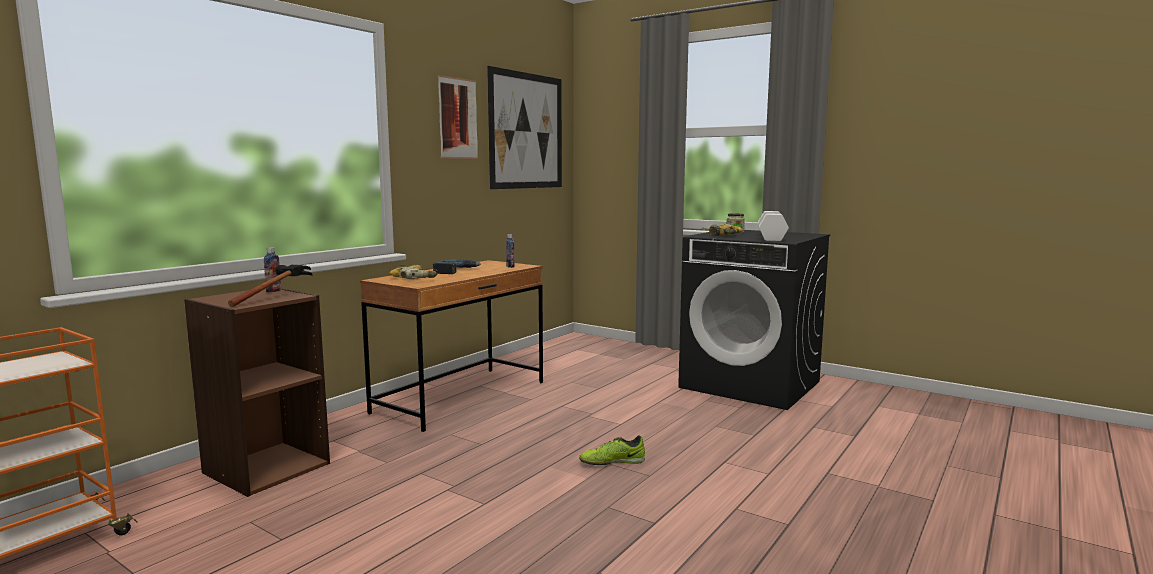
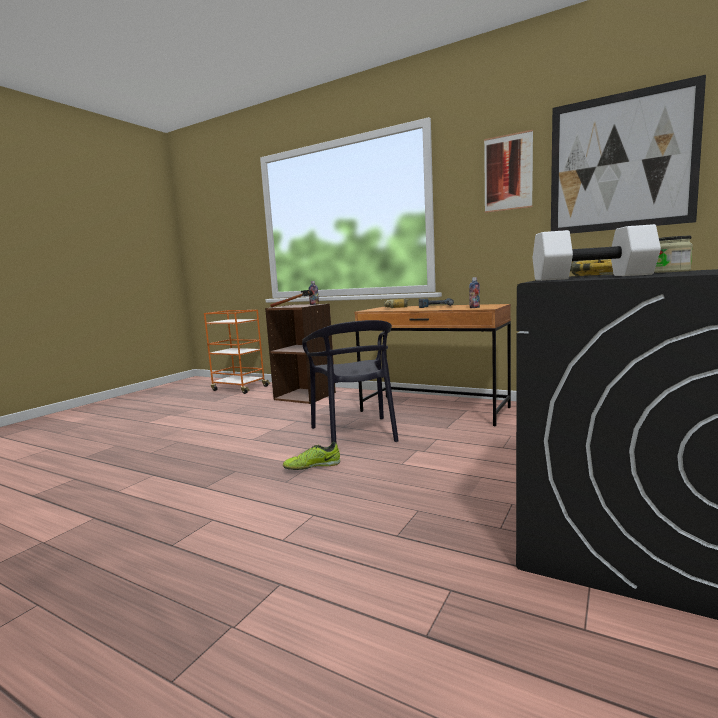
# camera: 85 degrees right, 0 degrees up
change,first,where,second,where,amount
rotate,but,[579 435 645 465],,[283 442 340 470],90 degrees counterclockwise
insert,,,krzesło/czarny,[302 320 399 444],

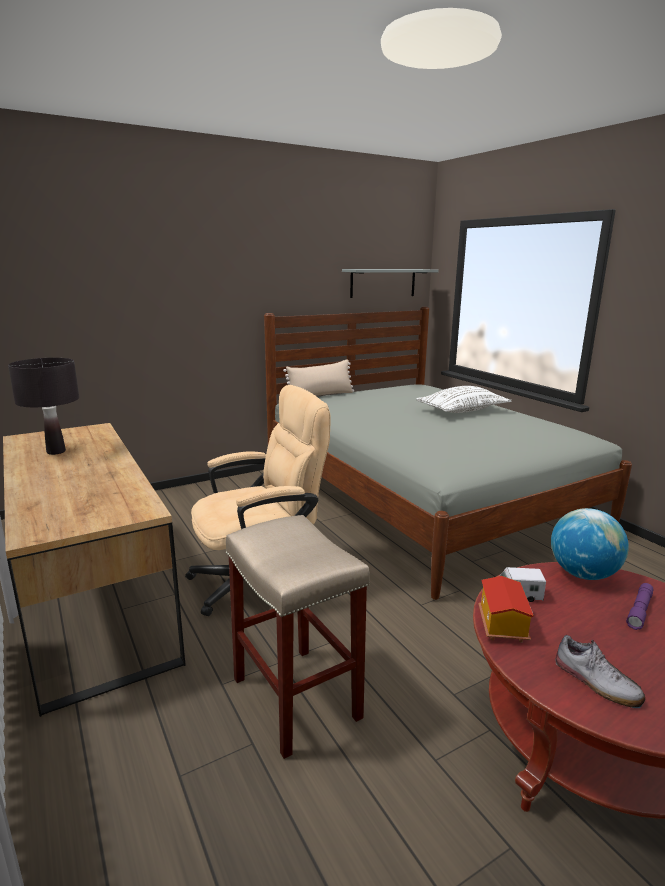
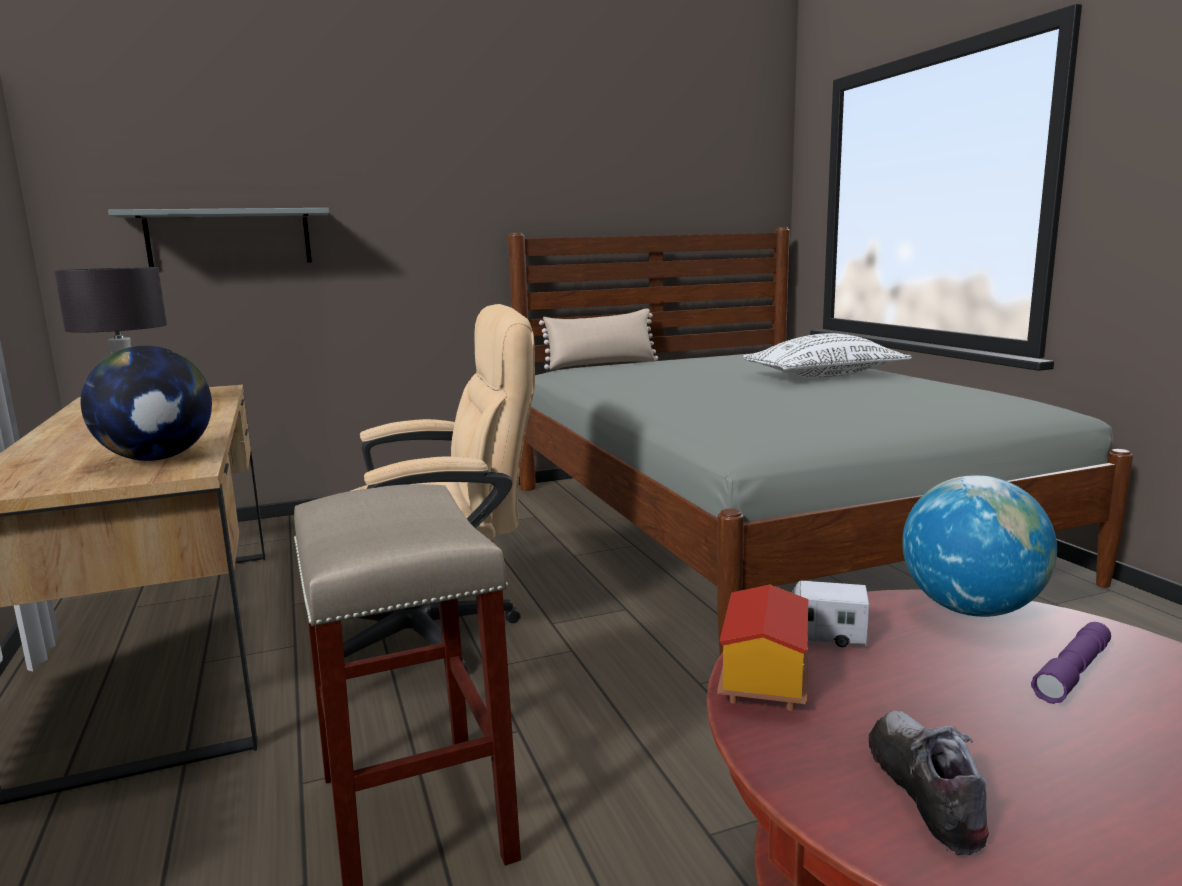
# camera: 10 degrees right, 5 degrees down
change,first,where,second,where,amount
move,półka/szary,[342 269 438 298],,[108 208 329 267],
rotate,but,[555 635 645 708],,[869 710 989 855],150 degrees counterclockwise
insert,,,globus,[81 346 212 461],

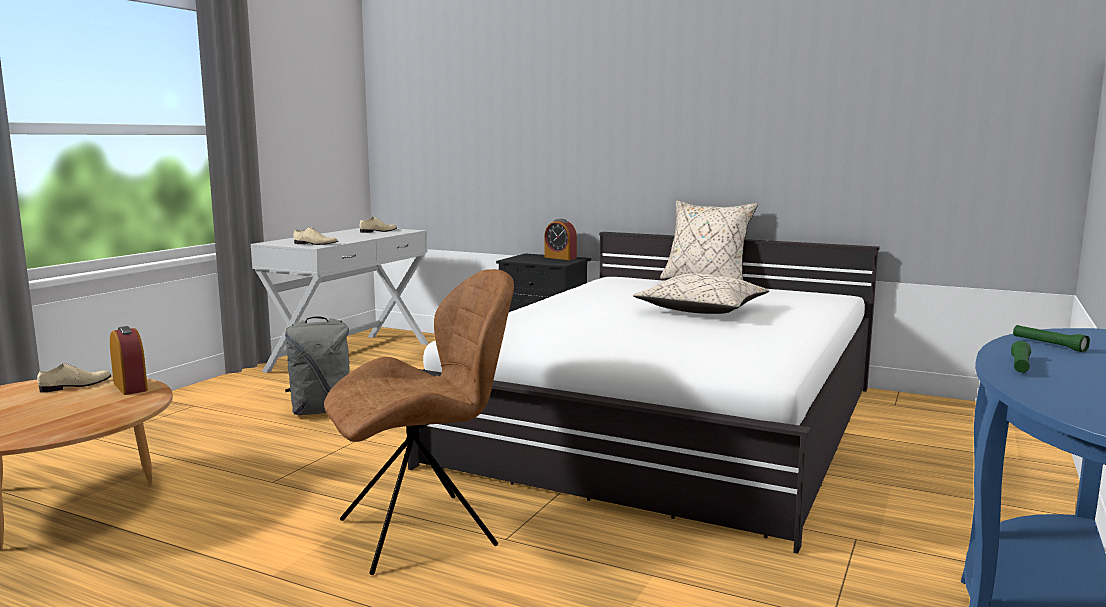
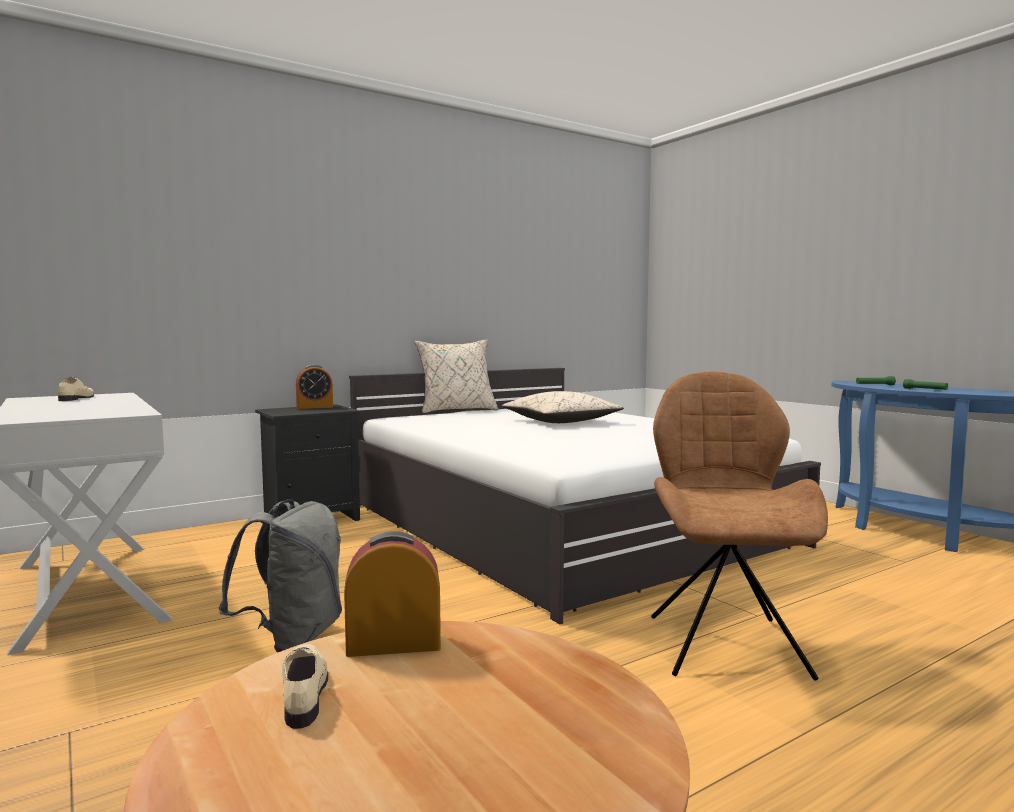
# camera: 60 degrees left, 5 degrees down
change,first,where,second,where,amount
delete,but/beżowy,[294 227 338 245],,,

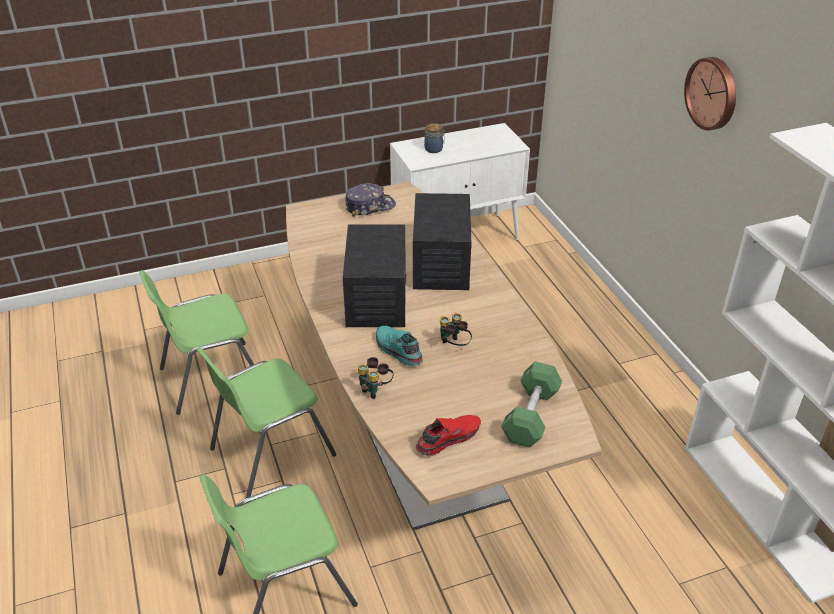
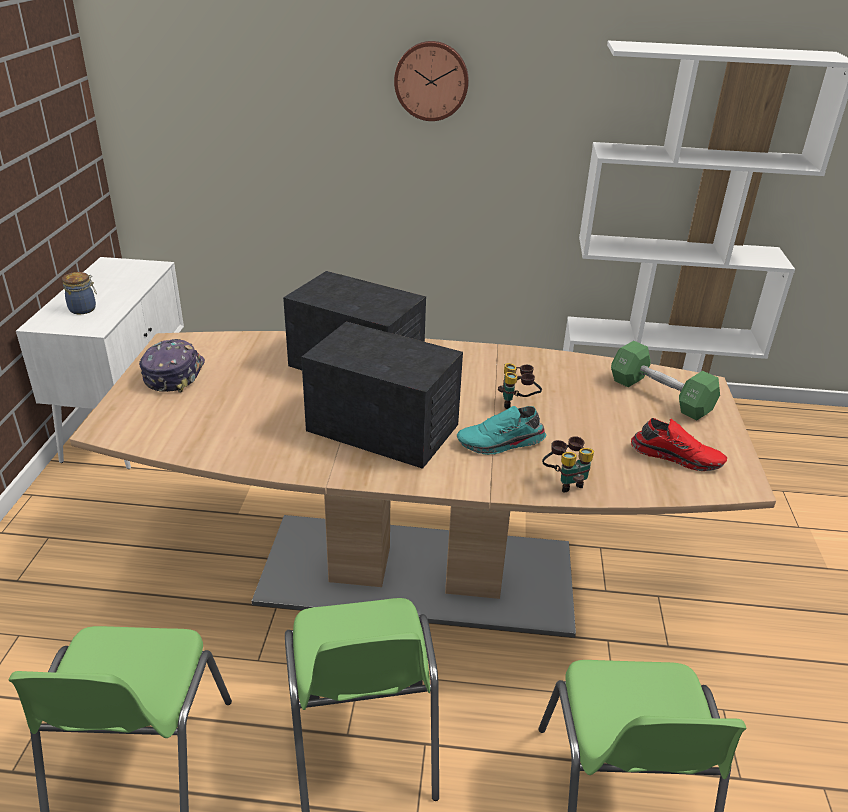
# camera: 65 degrees left, 5 degrees down
change,first,where,second,where,amount
rotate,but/czerwony,[416 415 481 456],,[631 418 727 471],120 degrees clockwise

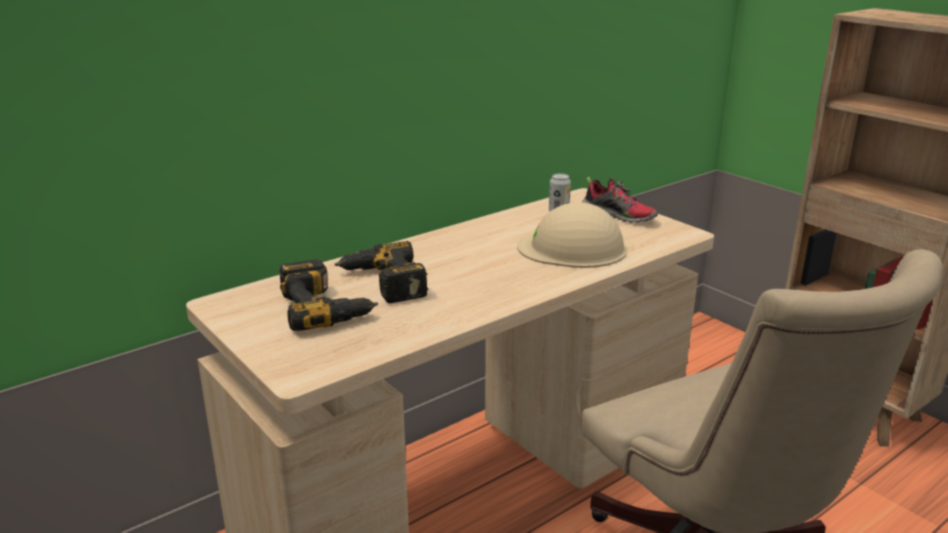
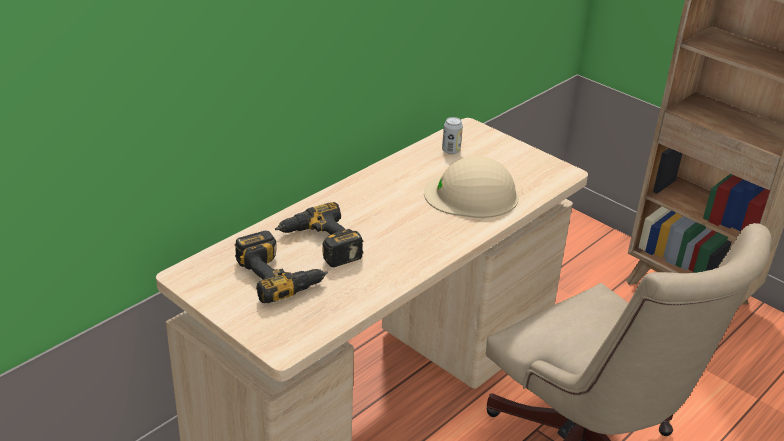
# camera: 10 degrees left, 10 degrees up
change,first,where,second,where,amount
delete,but,[582 176 658 223],,,

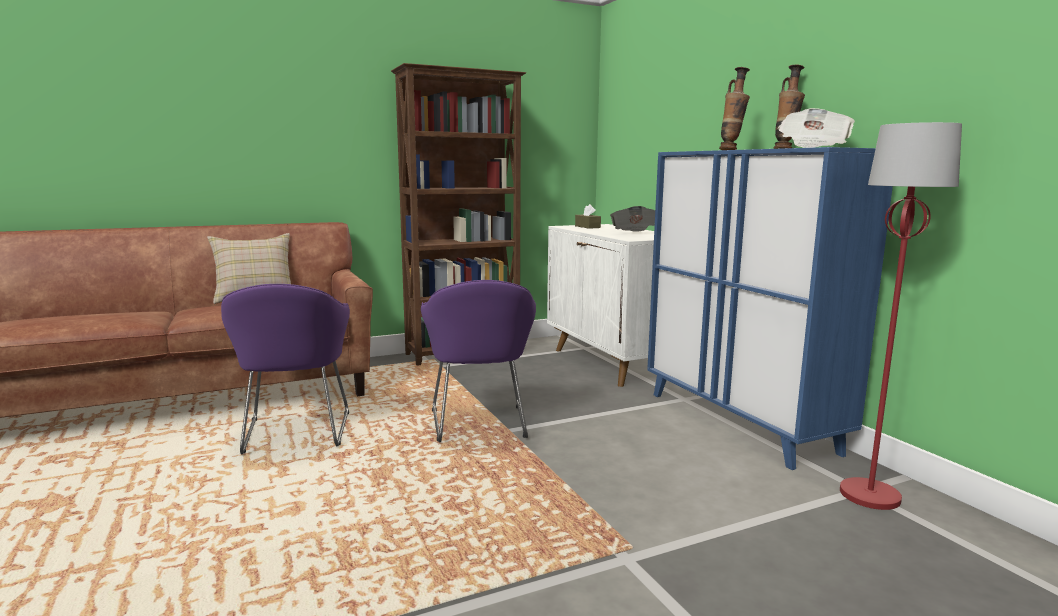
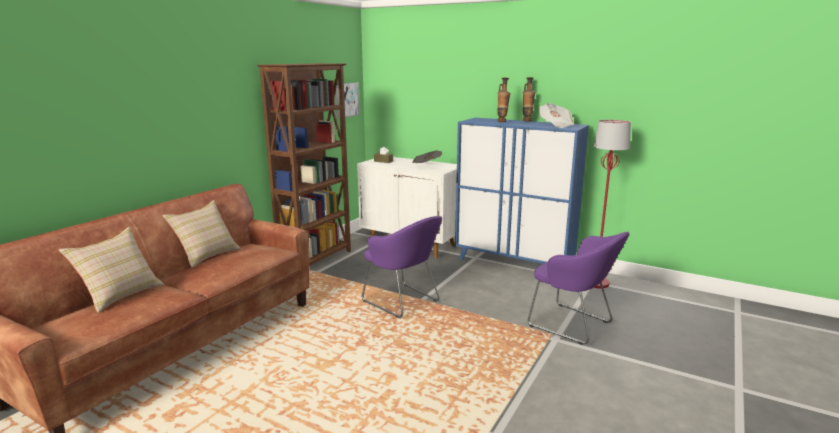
# camera: 35 degrees left, 5 degrees up
change,first,where,second,where,amount
move,fotel/fioletowy,[221 284 350 455],,[528 232 629 345],
insert,,,obraz,[336 82 359 118],
insert,,,poduszka/beżowy,[59 227 164 313],

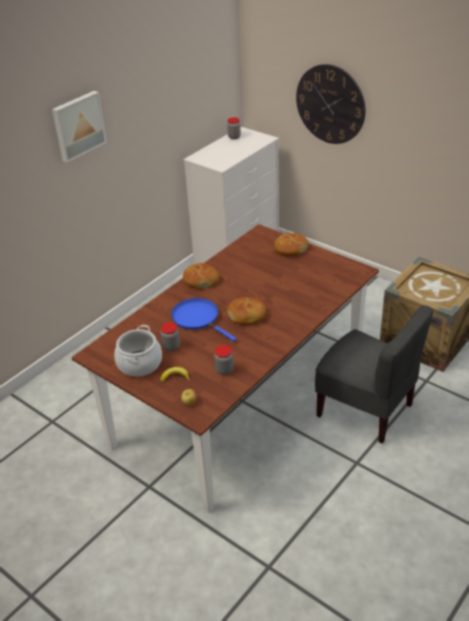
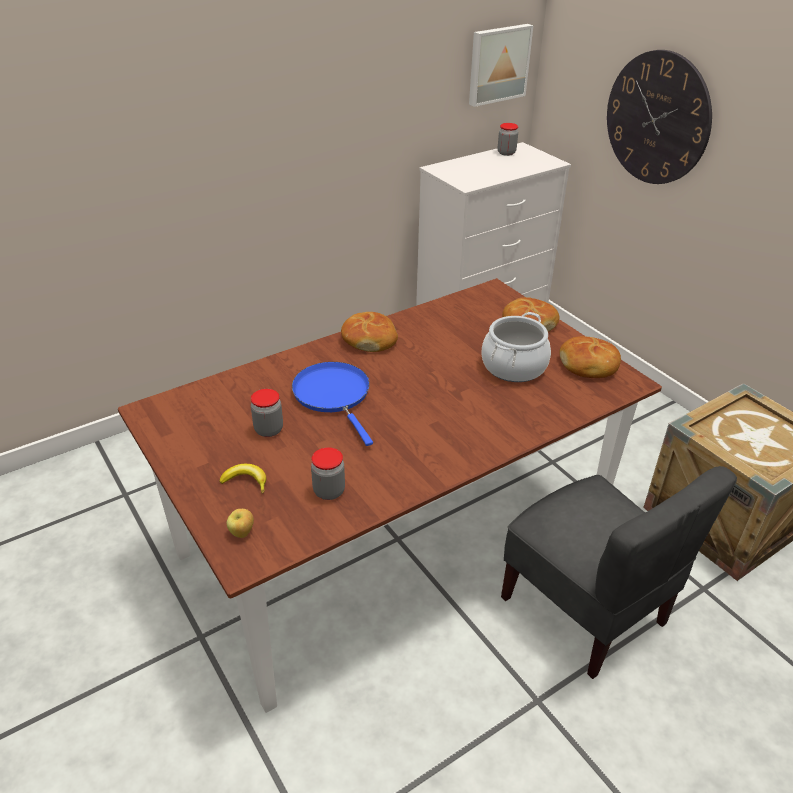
# camera: 15 degrees right, 0 degrees up
change,first,where,second,where,amount
move,obraz,[52 91 107 162],,[469 24 533 107],
move,chleb,[227 297 266 325],,[559 336 621 378],
move,garnek,[114 325 162 377],,[482 312 551 382],

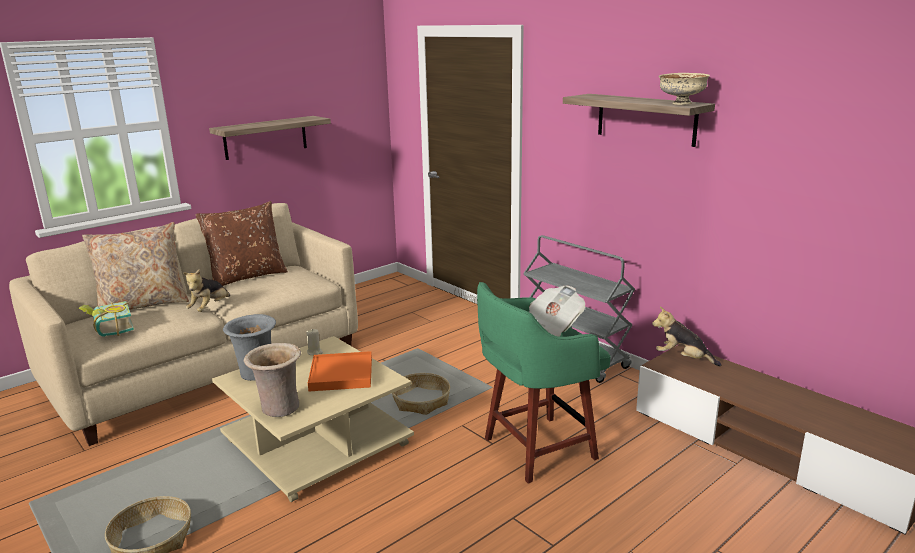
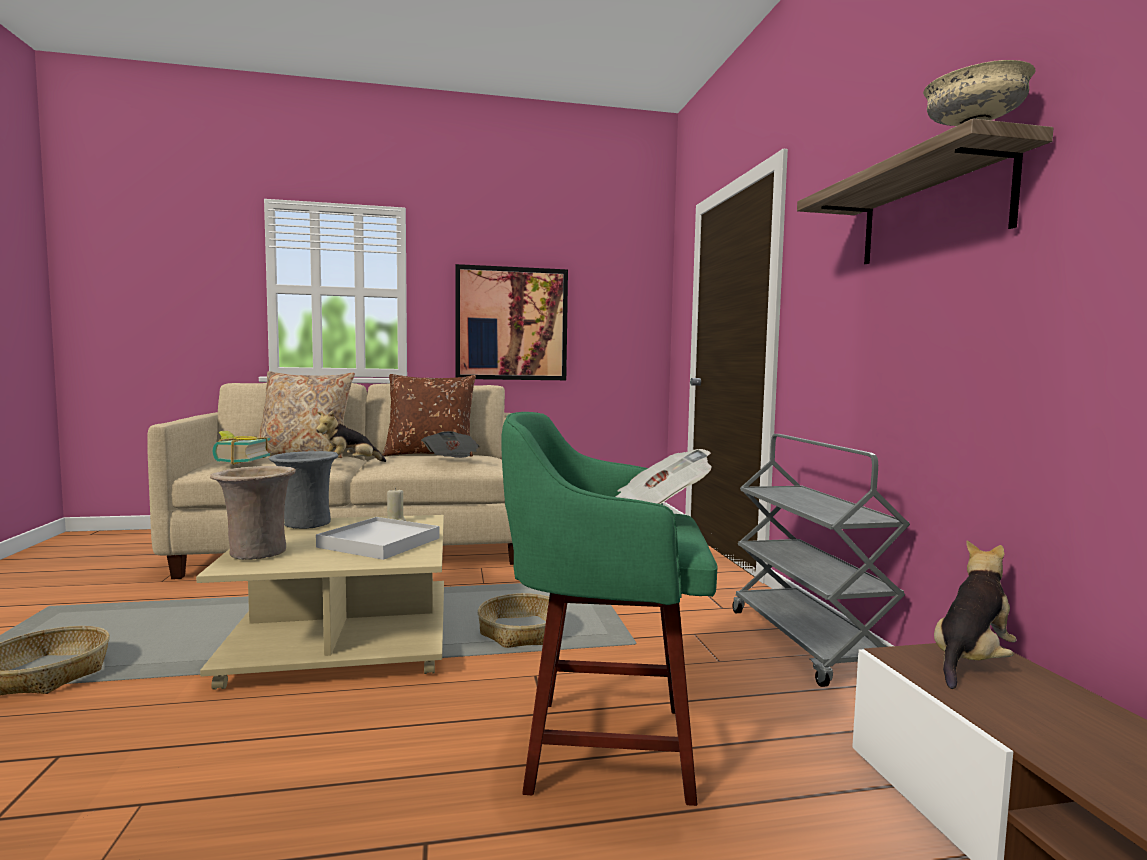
# camera: 30 degrees right, 15 degrees down
change,first,where,second,where,amount
replace,półka,[209 116 331 160],obraz,[455 264 568 380],
rotate,pluszak,[652 307 721 366],,[934 540 1017 689],75 degrees clockwise
recolor,taca/pomarańczowy,[308 351 372 391],taca/biały,[316 517 440 560],
insert,,,gazeta,[422 431 479 458],

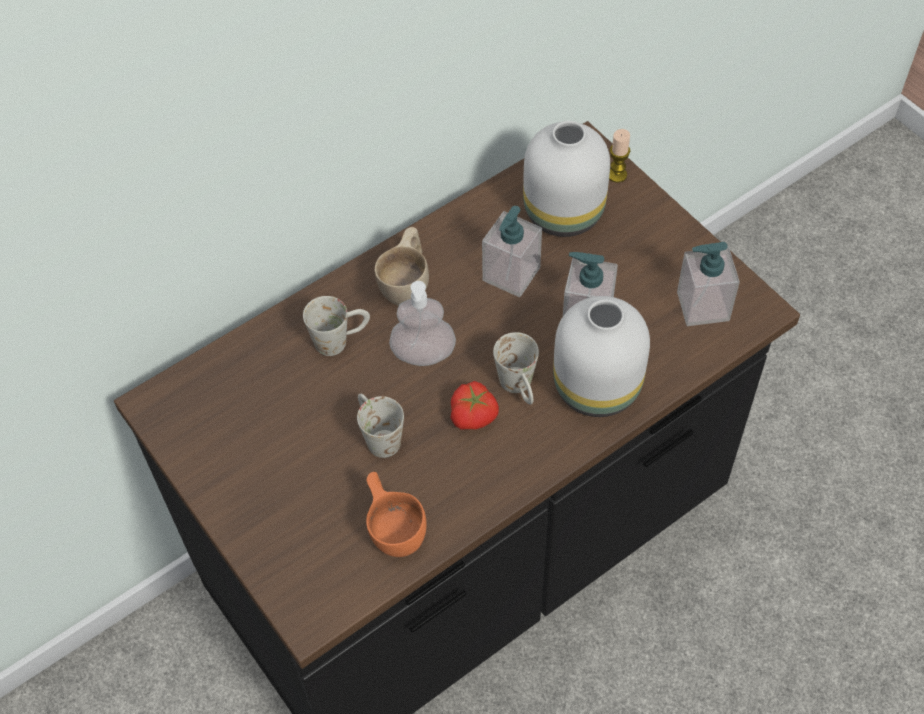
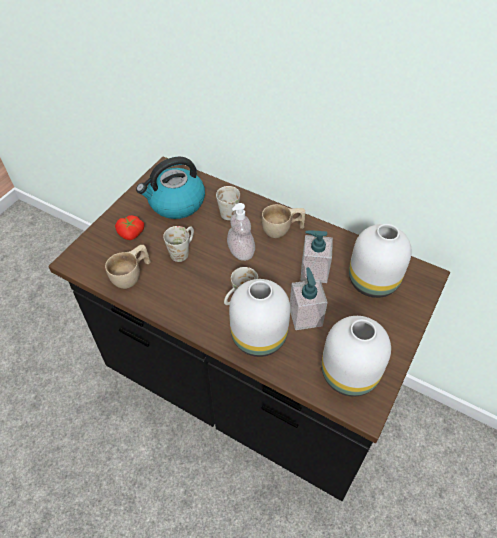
# camera: 65 degrees right, 5 degrees down
change,first,where,second,where,amount
delete,świeca,[609 129 630 183],,,
replace,dozownik mydła,[677 242 740 326],wazon/biały,[321 316 391 397],
move,pomidor,[450 381 499 430],,[115 215 144 240],
recolor,filiżanka/pomarańczowy,[366 472 427 557],filiżanka/beżowy,[105 245 151 289],
insert,,,czajnik,[136 157 205 219],

